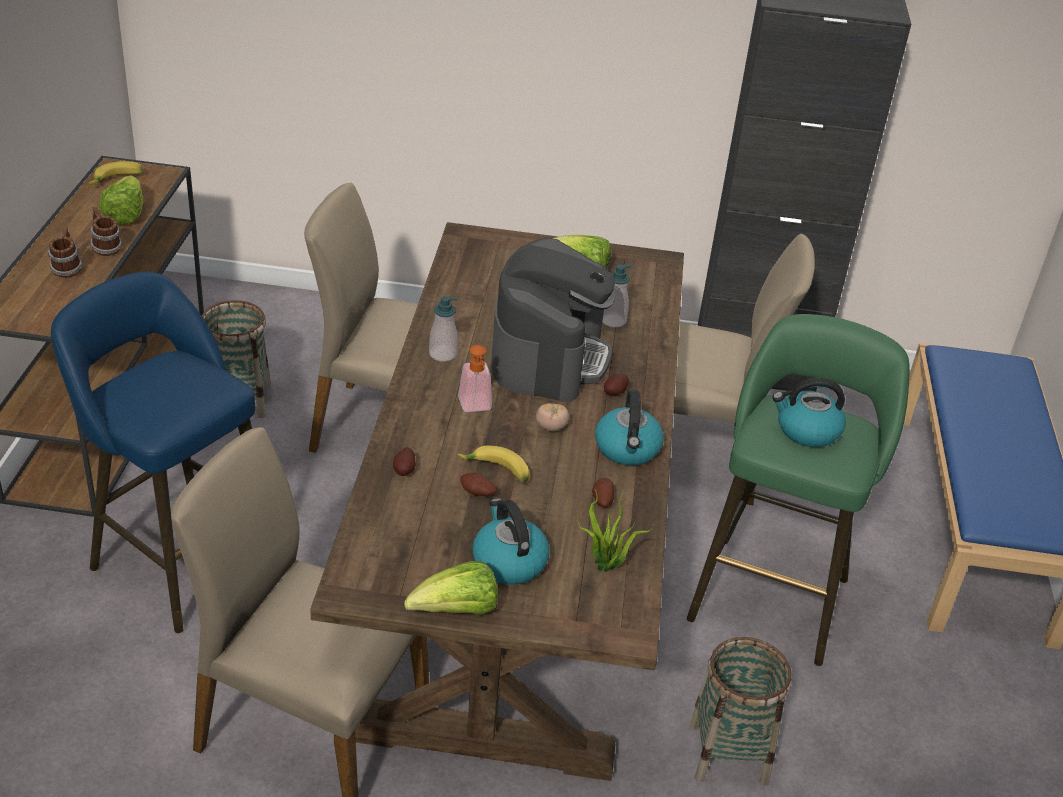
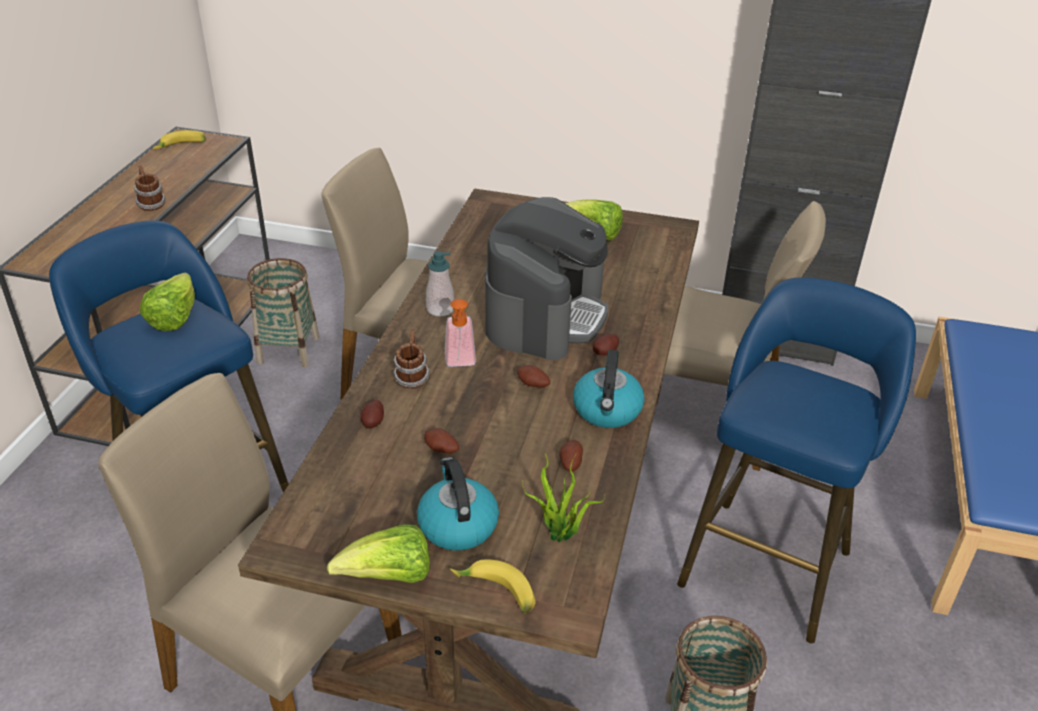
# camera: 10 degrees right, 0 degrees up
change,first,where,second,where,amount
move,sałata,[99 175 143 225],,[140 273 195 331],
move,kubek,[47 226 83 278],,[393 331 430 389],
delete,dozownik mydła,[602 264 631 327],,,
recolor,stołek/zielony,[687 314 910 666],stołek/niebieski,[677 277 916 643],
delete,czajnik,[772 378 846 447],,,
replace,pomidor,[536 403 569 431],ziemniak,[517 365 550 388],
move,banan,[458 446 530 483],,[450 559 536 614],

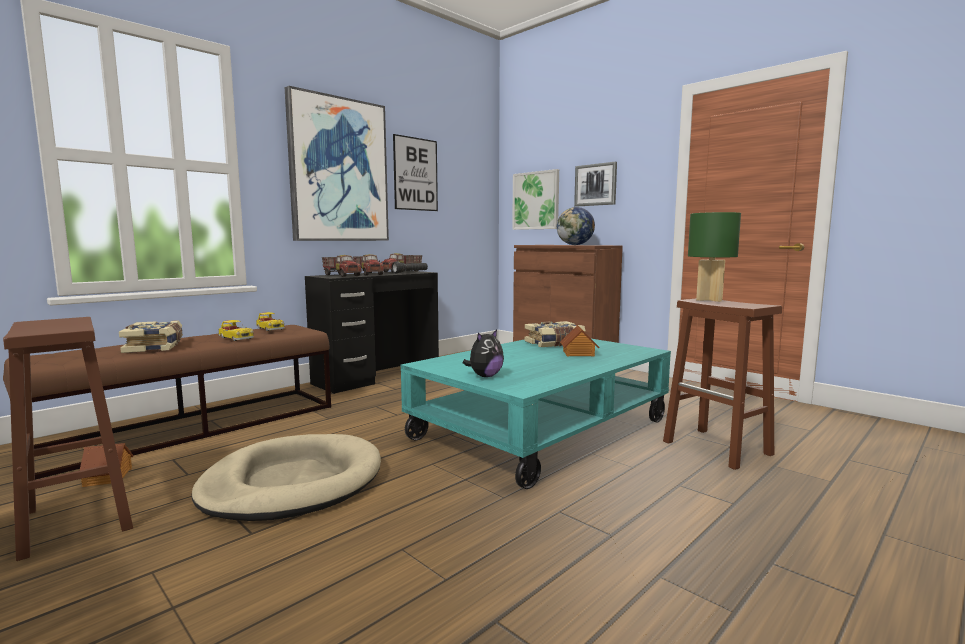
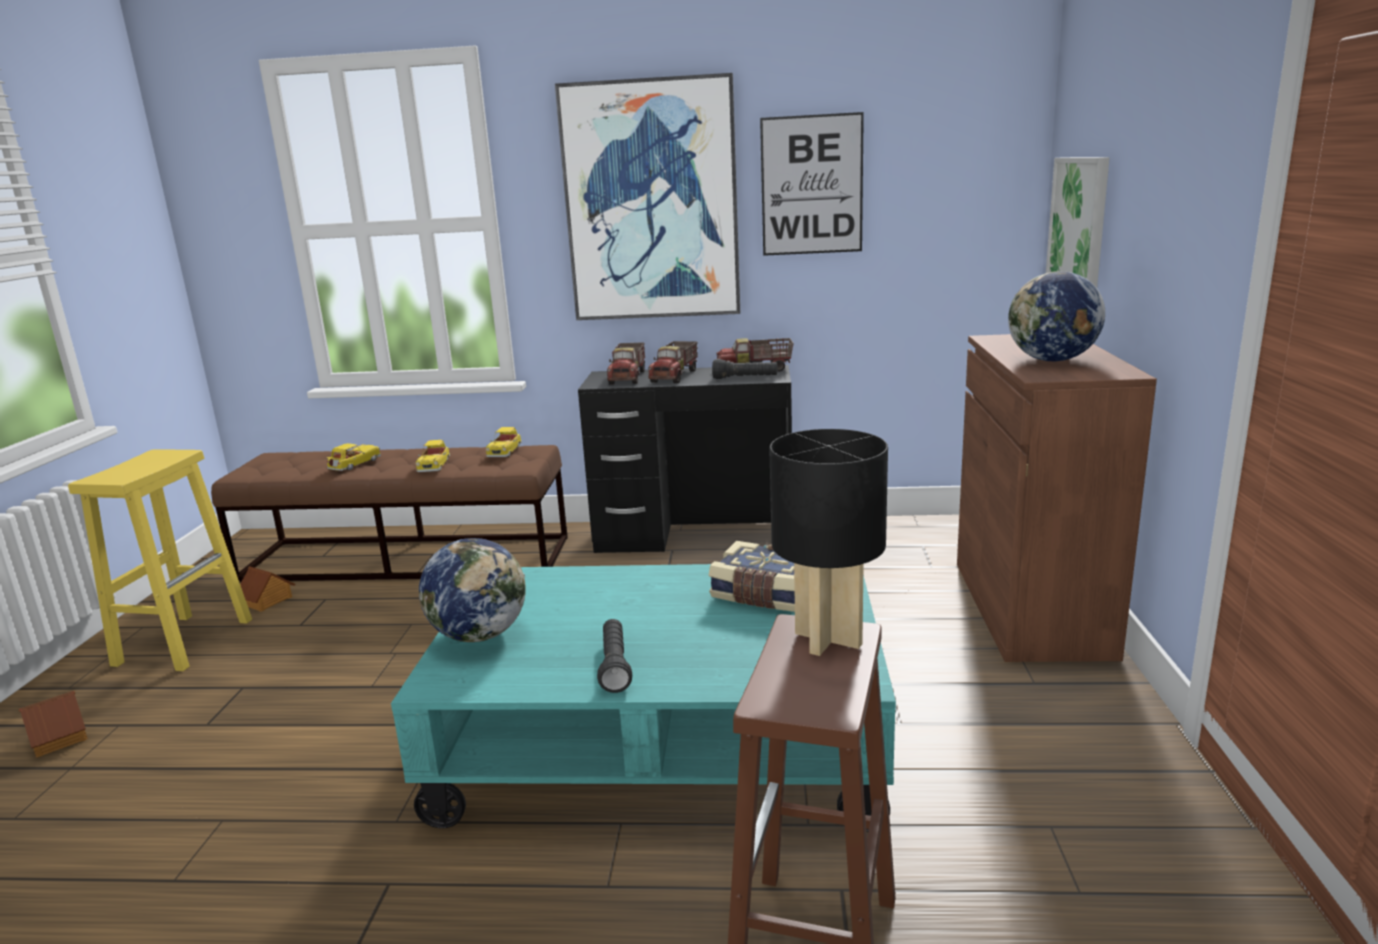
# camera: 50 degrees right, 10 degrees up
change,first,where,second,where,amount
delete,obraz,[574 162 617 207],,,
recolor,lampa stołowa/zielony,[688 212 741 302],lampa stołowa/czarny,[769 429 888 656],
recolor,stołek/brązowy,[3 317 133 561],stołek/żółty,[68 449 252 671],
replace,książka,[119 320 183 353],samochodzik,[327 443 381 471],
move,domek,[560 325 599 357],,[19 691 88 758],
replace,pluszak,[463 329 504 377],globus,[419 538 526 642],
delete,legowisko/beżowy,[192 434 381 521],,,
insert,,,latarka/czarny,[597 619 632 693],

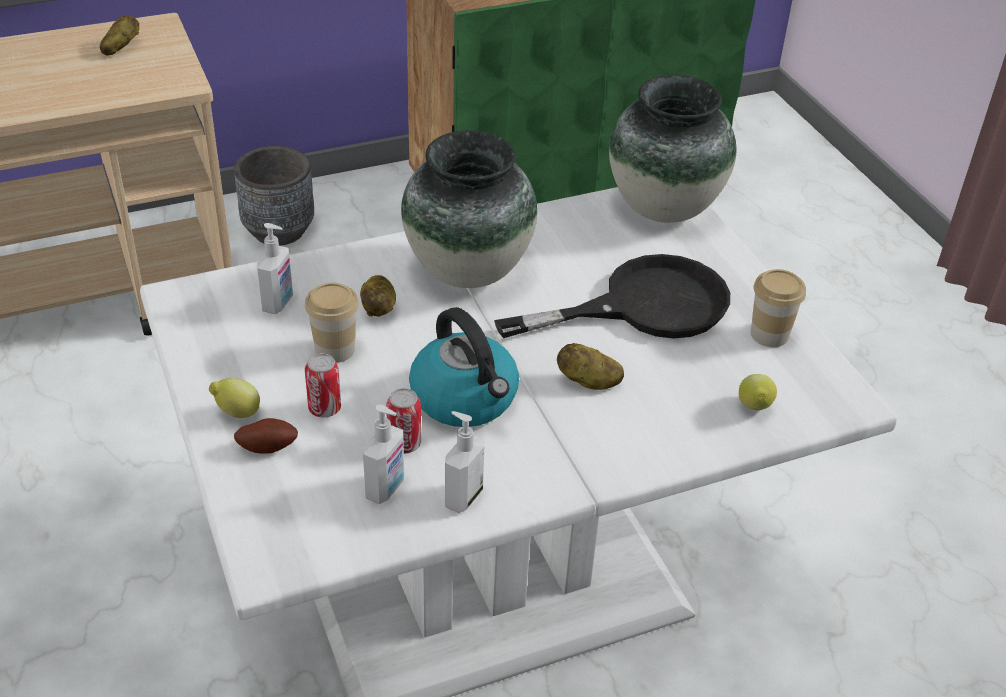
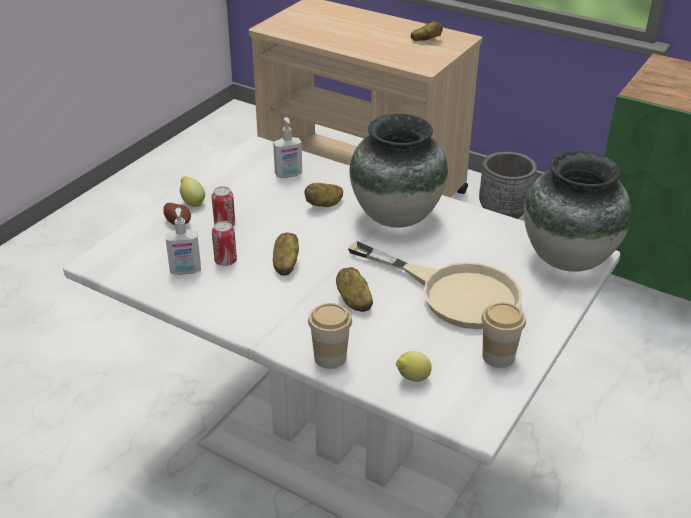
# camera: 55 degrees right, 5 degrees down
change,first,where,second,where,amount
recolor,patelnia/czarny,[494 254 730 339],patelnia/beżowy,[348 241 522 329],
move,filiżanka,[305 283 359 363],,[308 303 352 369],
replace,czajnik,[409 307 519 427],ziemniak,[273 232 299 276],
delete,dozownik mydła,[445 411 485 513],,,

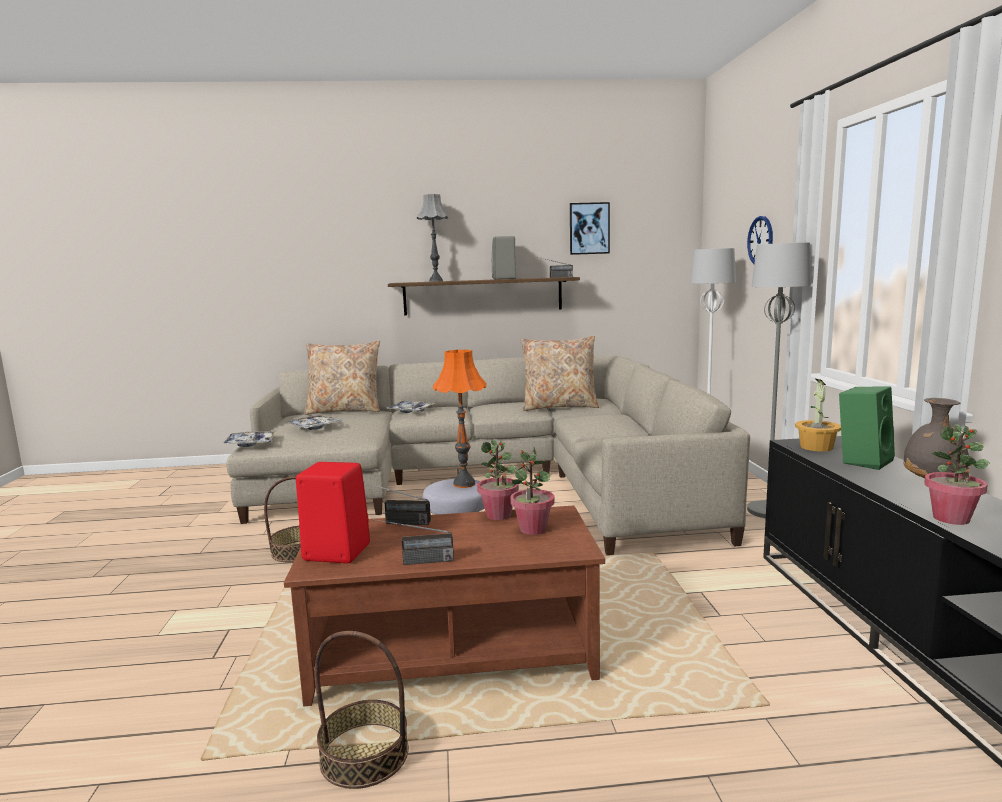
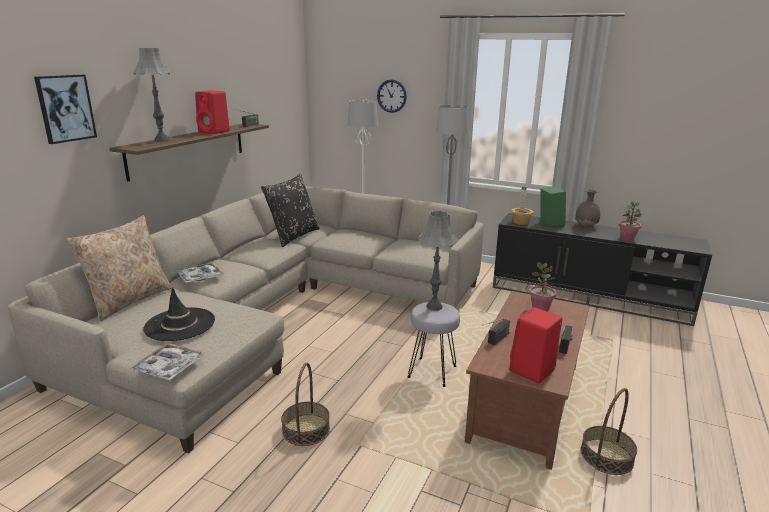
# camera: 60 degrees left, 10 degrees up
change,first,where,second,where,amount
move,obraz,[570 202 610 255],,[34 75 97 144],
recolor,głośnik/szary,[492 236 516 280],głośnik/czerwony,[195 90 230 134],
recolor,poduszka/beżowy,[520 336 599 411],poduszka/czarny,[261 174 320 247],
recolor,lampa stołowa/pomarańczowy,[433 350 487 488],lampa stołowa/szary,[419 211 458 311],
replace,taca,[287 415 342 430],kapelusz/czarny,[143 287 215 341],
delete,roślina doniczkowa,[477 440 519 520],,,

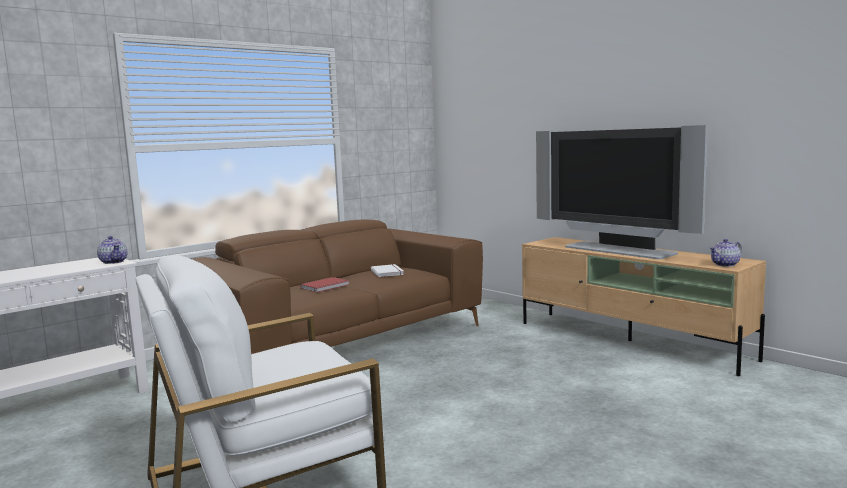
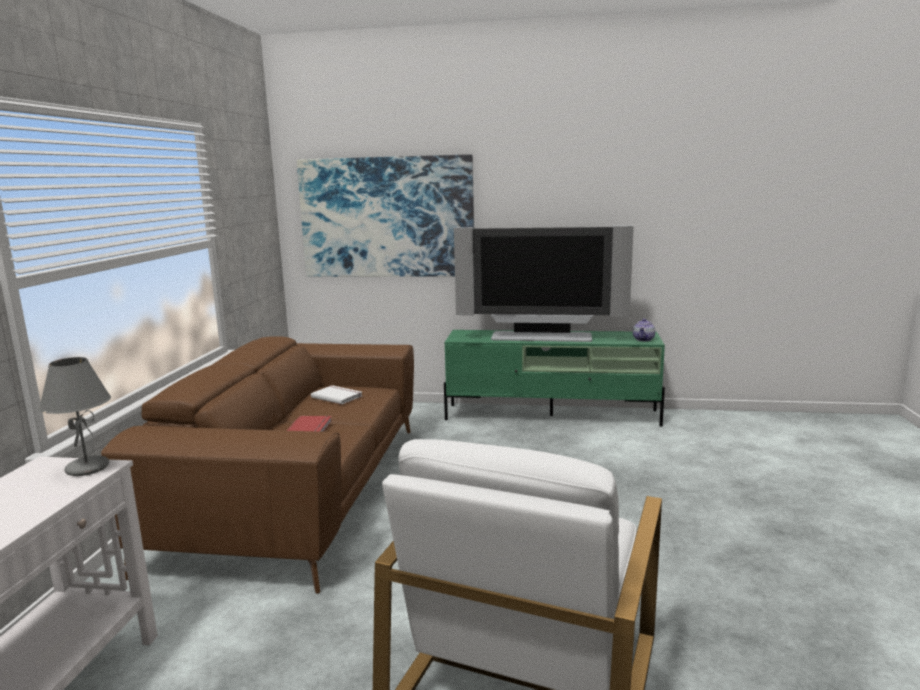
# camera: 40 degrees left, 5 degrees up
change,first,where,second,where,amount
replace,imbryk,[97 236 127 264],lampa stołowa/szary,[39 357 111 476],
recolor,szafka pod telewizor/beżowy,[522 237 766 376],szafka pod telewizor/zielony,[444 330 665 427],
insert,,,obraz,[297 154 474 277],

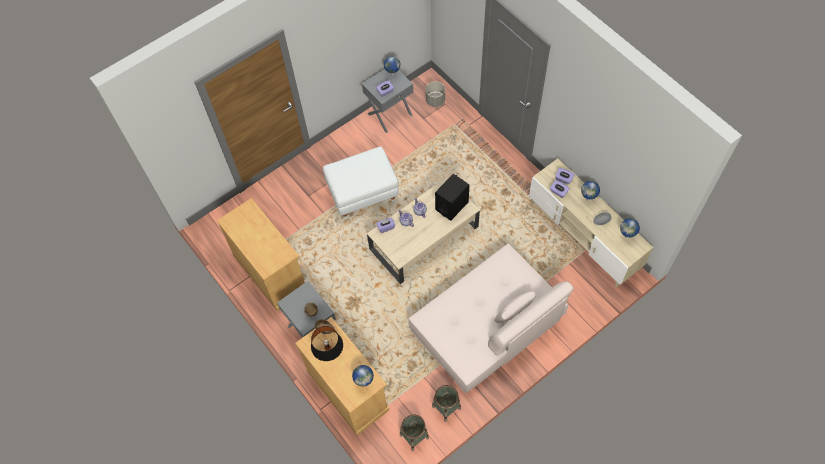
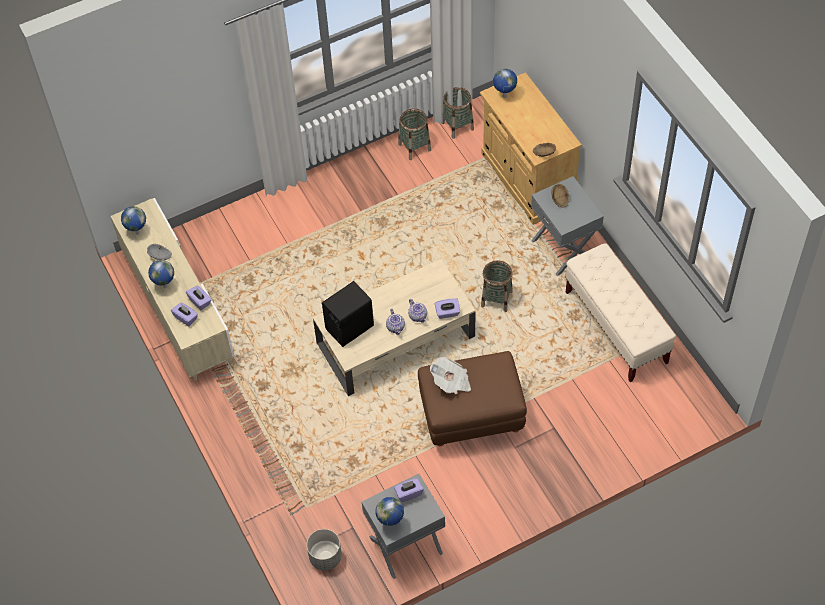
# camera: 170 degrees left, 5 degrees down
change,first,where,second,where,amount
recolor,pufa/biały,[323 146 399 219],pufa/brązowy,[418 351 527 446],
replace,szafka/beżowy,[217 198 305 311],ławka/beżowy,[565 243 676 382],
delete,kanapa/beżowy,[408 243 573 393],,,
delete,lampa stołowa/czarny,[311 326 343 361],,,
insert,,,koszyk,[481 260 513 312],
insert,,,gazeta,[430 357 471 394],

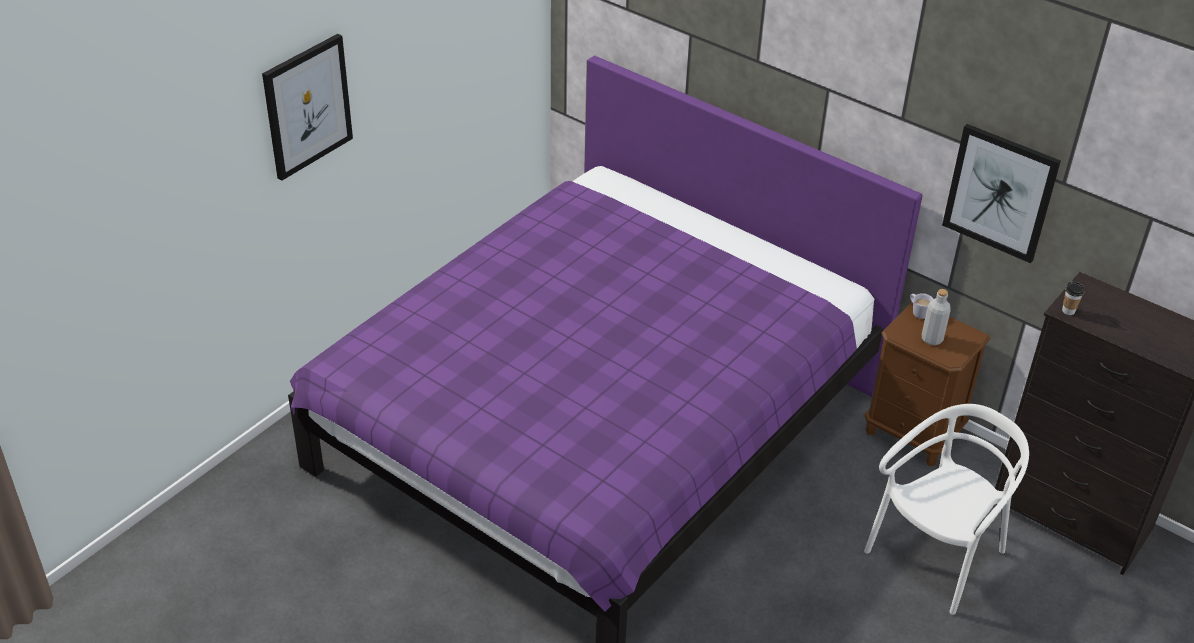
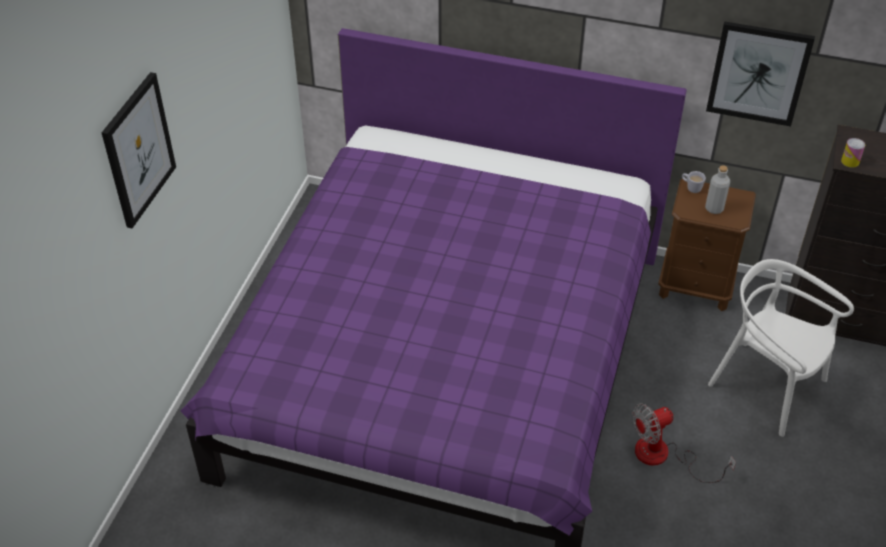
# camera: 20 degrees left, 5 degrees up
change,first,where,second,where,amount
replace,filiżanka,[1062 281 1084 315],puszka,[841 138 865 168],
rotate,krzesło/biały,[864 404 1029 615],,[708 259 854 437],75 degrees counterclockwise
insert,,,wentylator,[632 403 736 483],

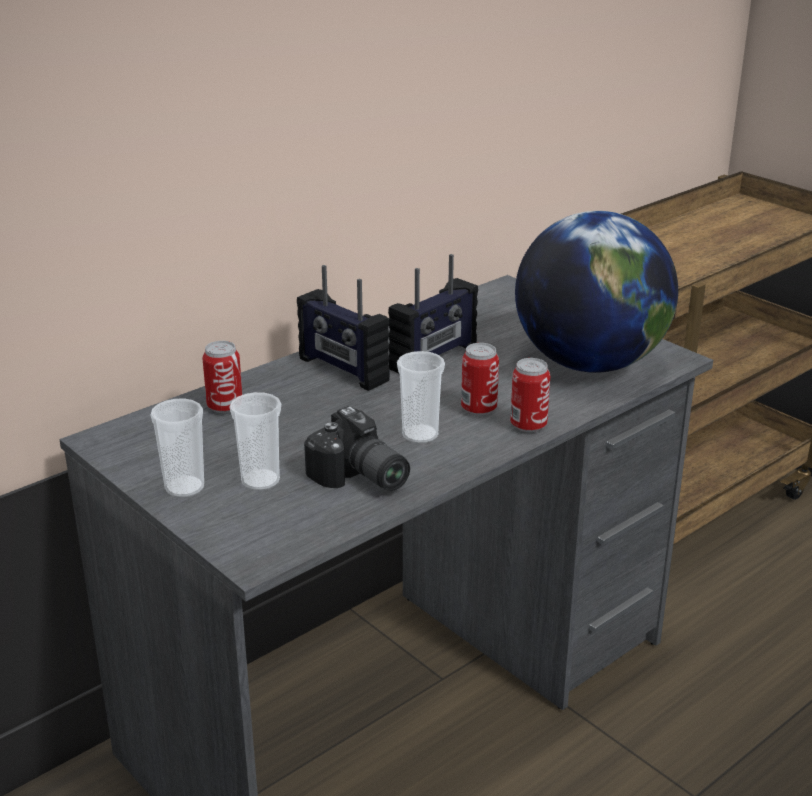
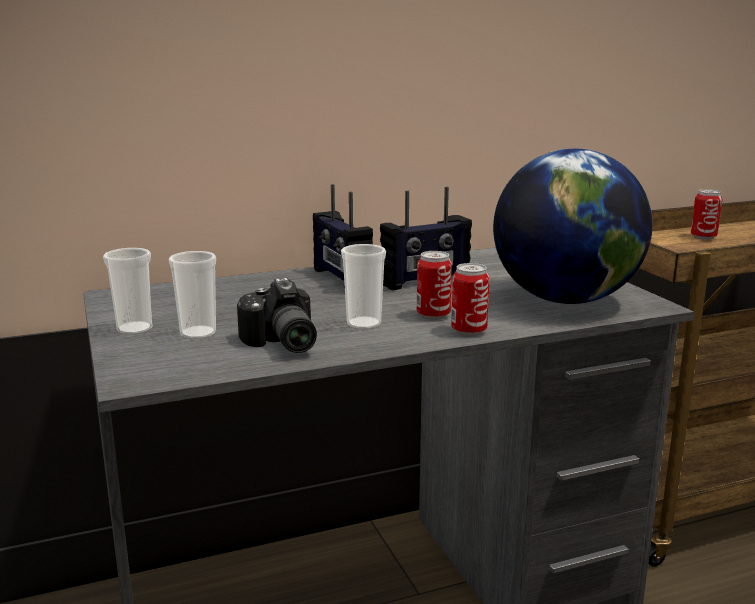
# camera: 20 degrees right, 10 degrees down
change,first,where,second,where,amount
move,puszka,[202 341 242 413],,[691 189 723 240],

